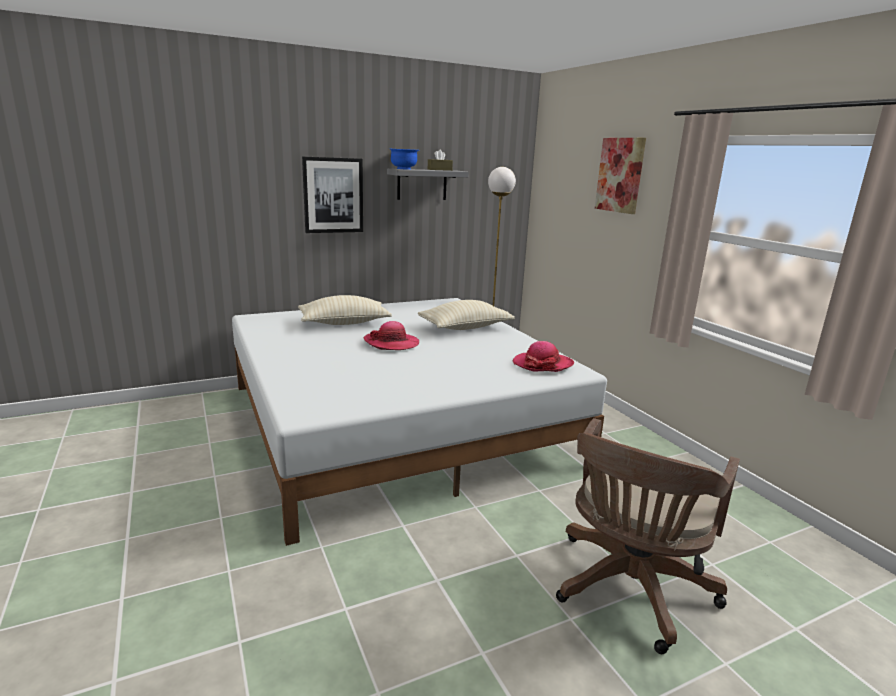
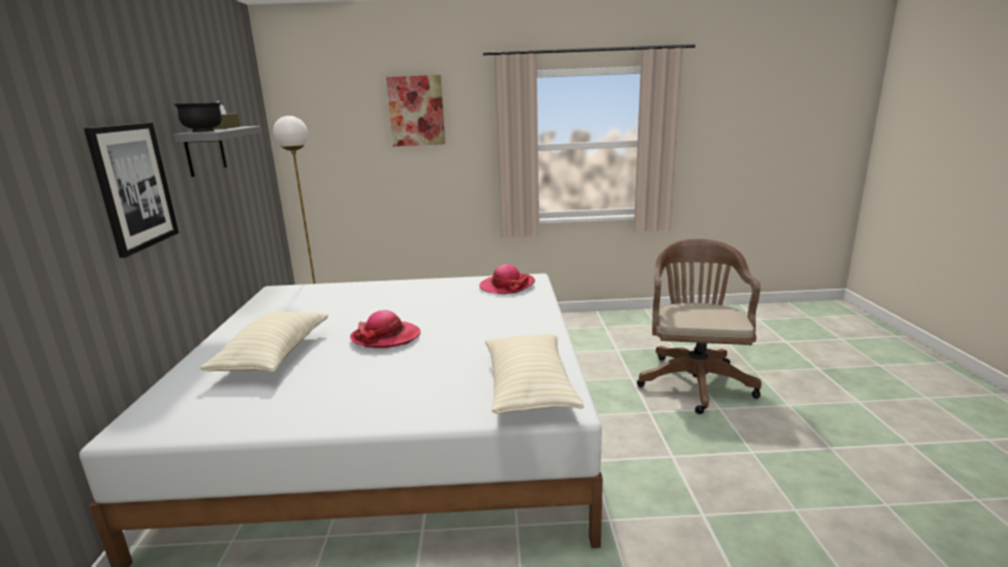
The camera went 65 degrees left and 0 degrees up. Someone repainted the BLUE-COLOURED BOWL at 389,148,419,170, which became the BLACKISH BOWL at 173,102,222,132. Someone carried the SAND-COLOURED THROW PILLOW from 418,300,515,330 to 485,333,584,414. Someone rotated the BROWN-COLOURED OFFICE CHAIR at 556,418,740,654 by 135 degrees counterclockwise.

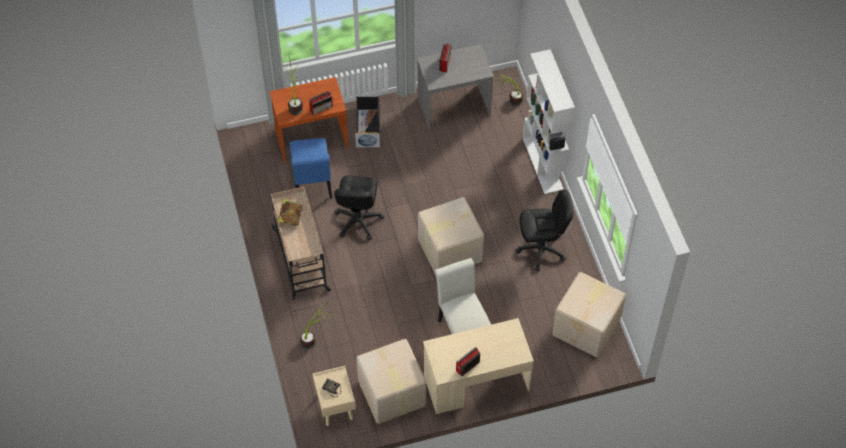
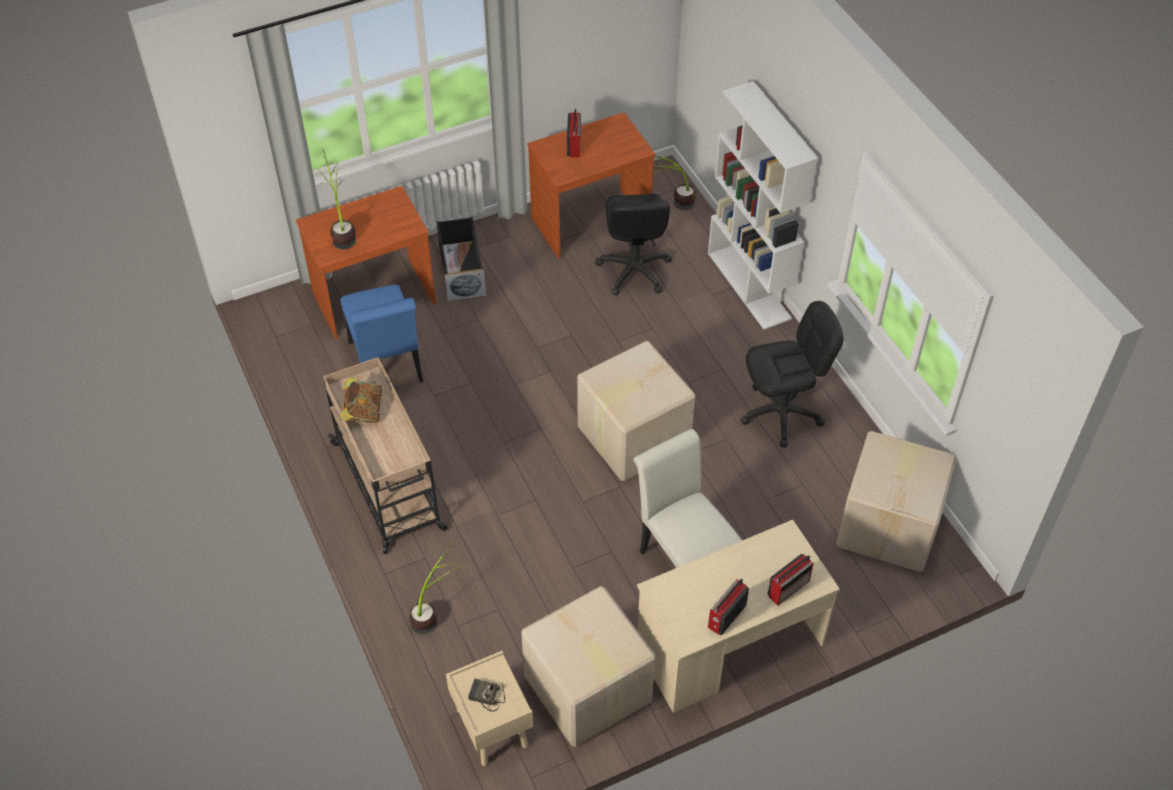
The camera went 10 degrees left and 5 degrees down. Someone repainted the GREYISH DESK at 417,44,494,129, which became the BROWN-COLOURED DESK at 527,112,656,260. Someone carried the RADIO RECEIVER from 309,91,333,115 to 768,554,814,606. Someone carried the BLACKISH OFFICE CHAIR from 334,176,384,240 to 595,193,672,295.

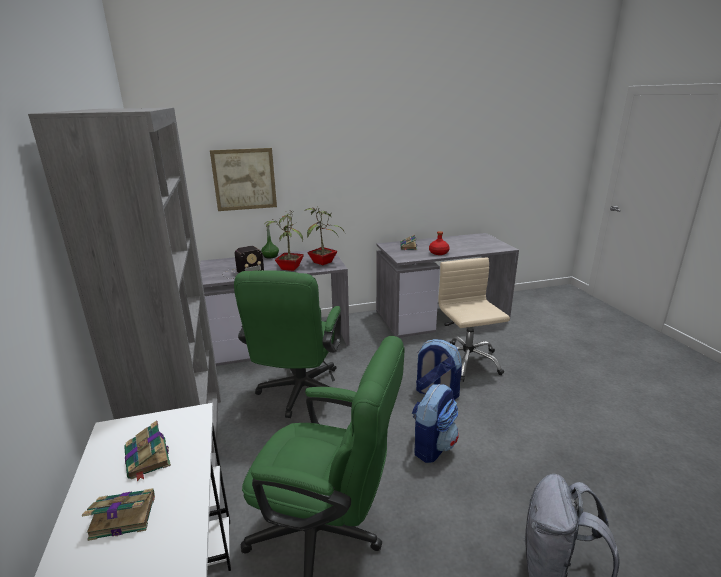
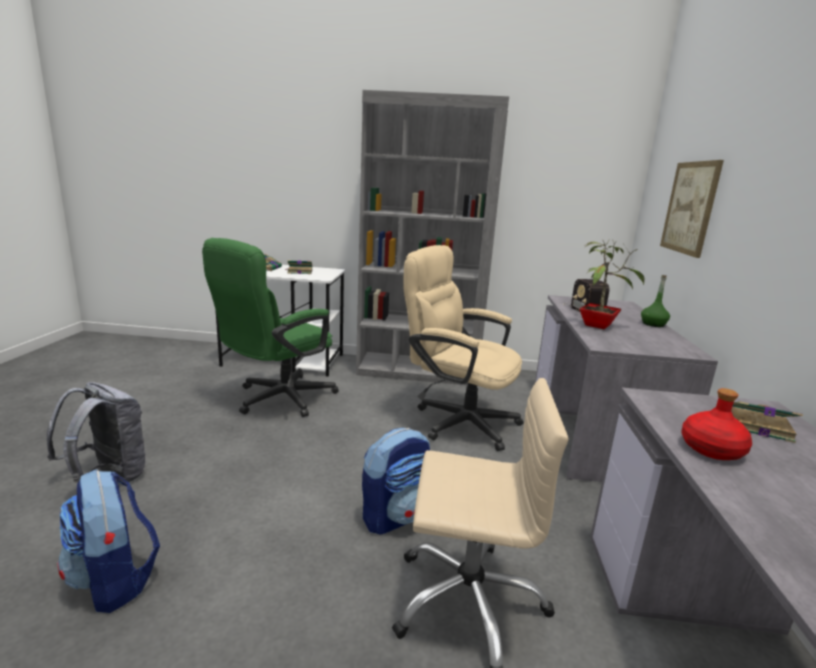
The camera went 110 degrees right and 5 degrees down. Someone took away the POTTED PLANT at 303,207,344,265. Someone repainted the GREENISH OFFICE CHAIR at 234,270,341,418, which became the SAND-COLOURED OFFICE CHAIR at 403,245,524,451. Someone carried the BACKPACK from 412,384,459,463 to 58,469,160,613.

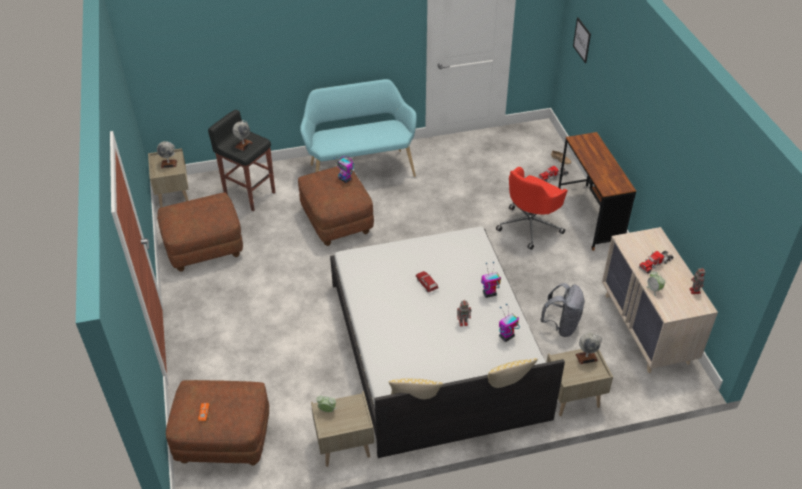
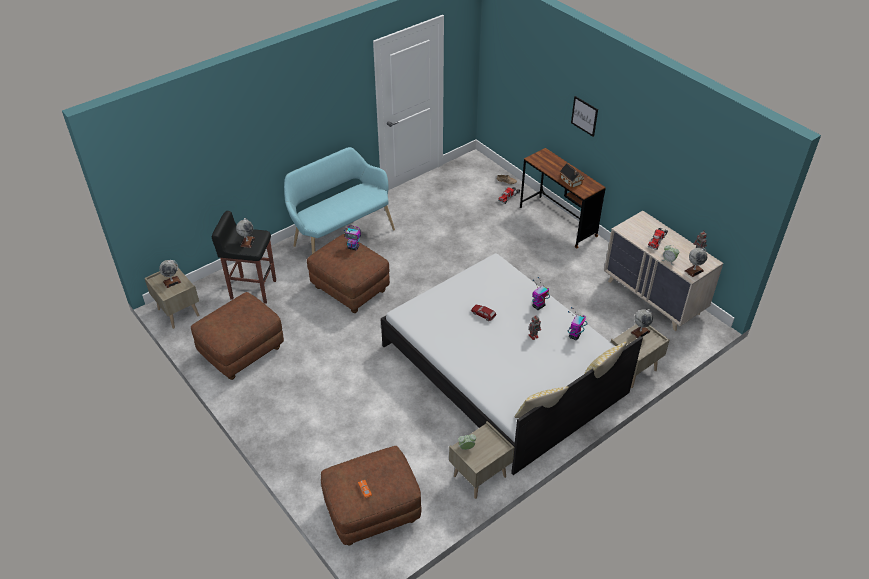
The camera went 25 degrees left and 0 degrees up. Someone carried the PICTURE from 573,17,591,63 to 571,96,598,137. Someone took away the REDDISH OFFICE CHAIR at 496,167,568,250. Someone took away the GREYISH BACKPACK at 540,283,585,337. Someone put down the MINIATURE HOUSE at 560,163,585,188. Someone put down the DESK GLOBE at 685,247,707,277.

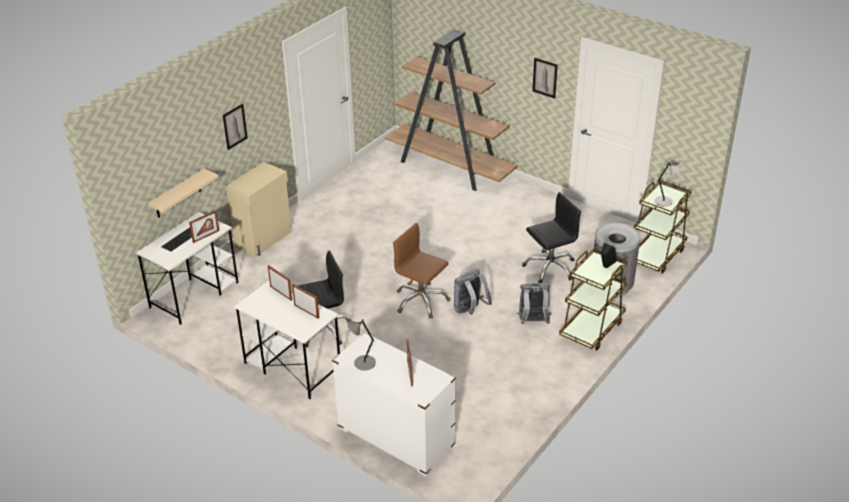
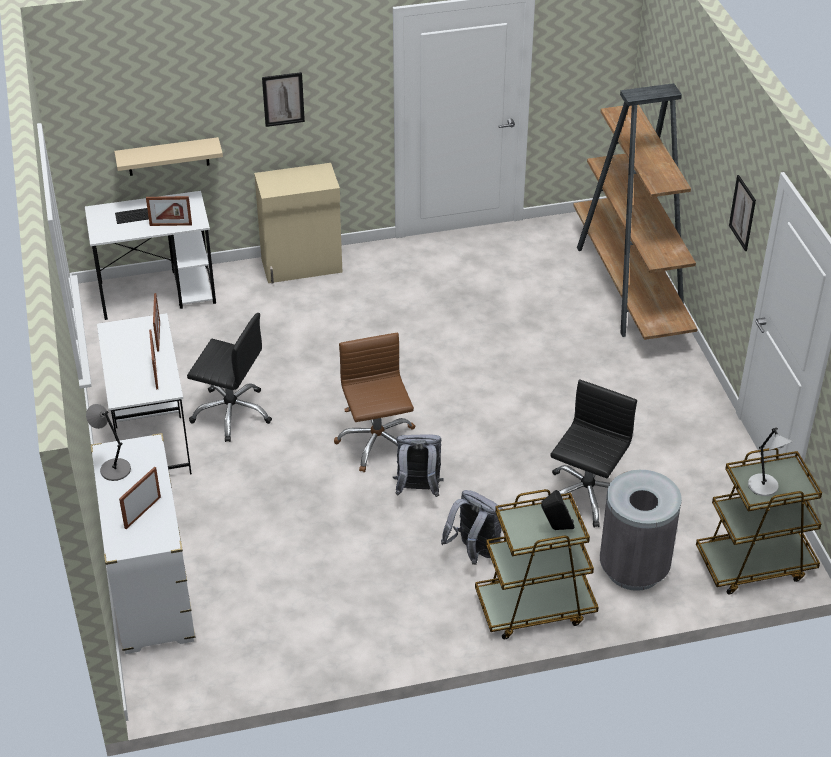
The camera went 40 degrees right and 5 degrees up. Someone rotated the BLACKISH OFFICE CHAIR at 522,192,581,283 by 75 degrees counterclockwise.

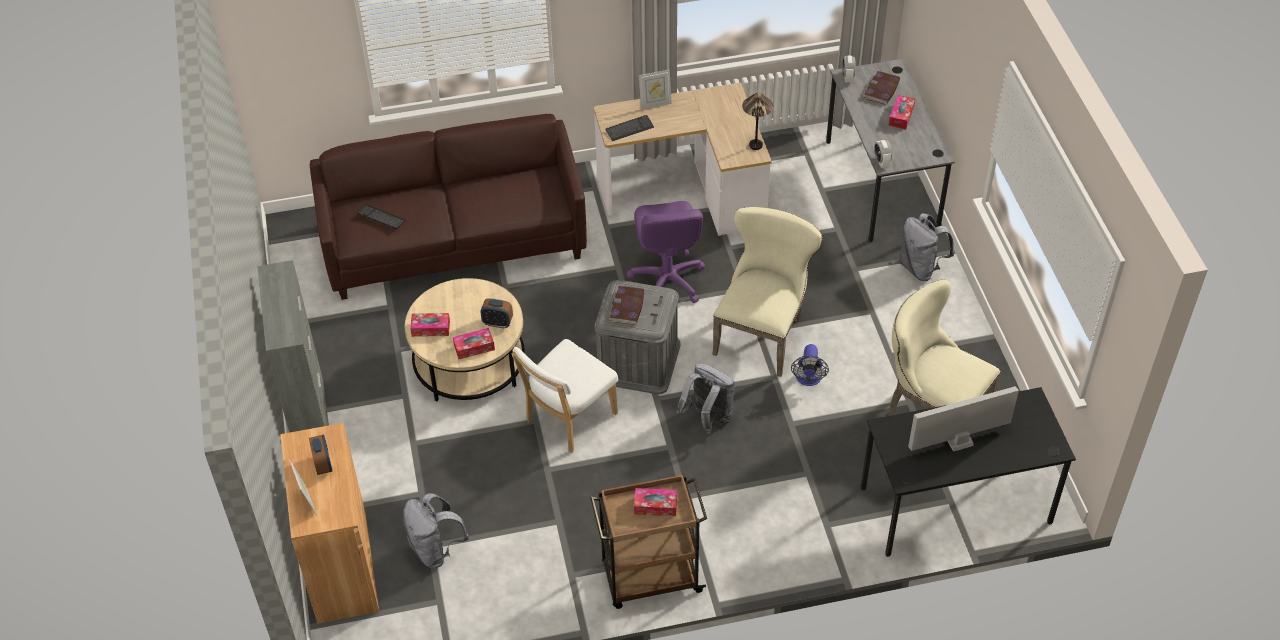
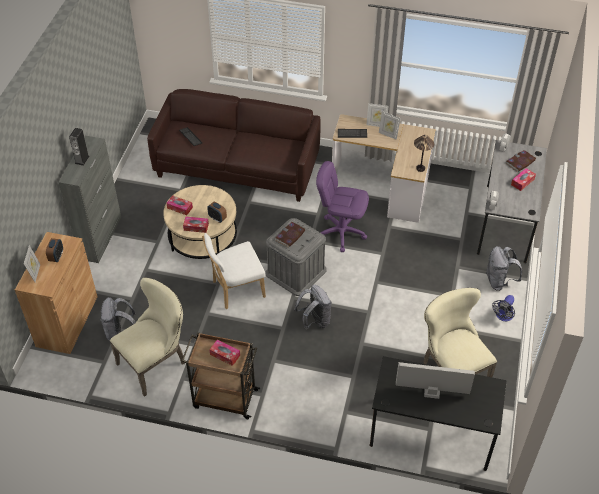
The camera went 25 degrees right and 0 degrees up. Someone rotated the PURPLE-COLOURED OFFICE CHAIR at 626,201,705,303 by 90 degrees clockwise. Someone carried the SAND-COLOURED UPRIGHT CHAIR from 712,207,822,377 to 110,277,185,397. Someone carried the FAN from 791,344,829,386 to 492,295,515,321. Someone put down the STANDING FRAME at 379,111,401,140. Someone put down the SPEAKER at 69,128,90,166.

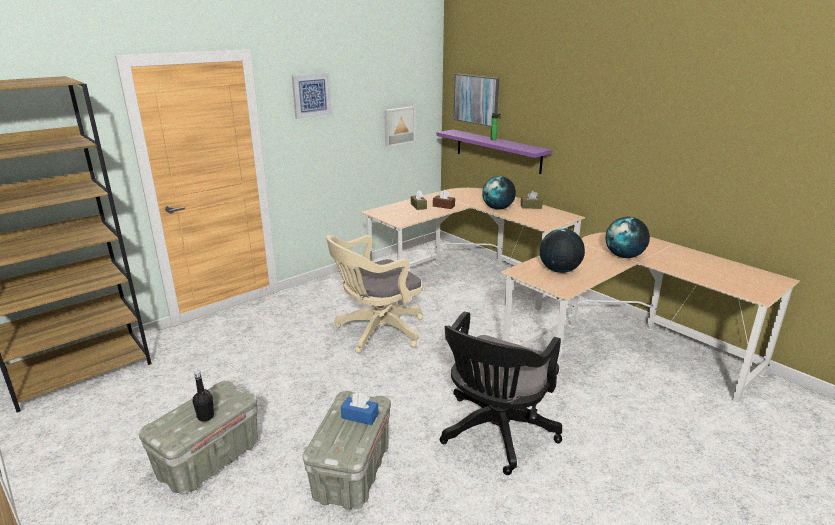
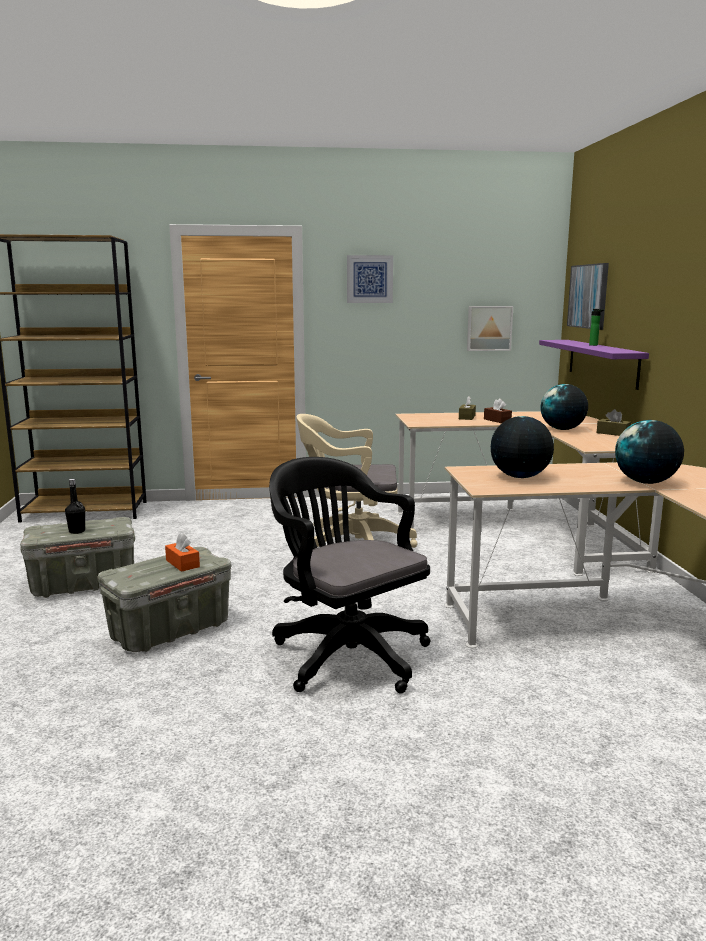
The camera went 35 degrees right and 10 degrees down. Someone rotated the BLACKISH OFFICE CHAIR at 440,311,562,475 by 75 degrees clockwise. Someone repainted the BLUE-COLOURED TISSUE HOLDER at 341,392,379,425, which became the ORANGE TISSUE HOLDER at 165,533,200,572.

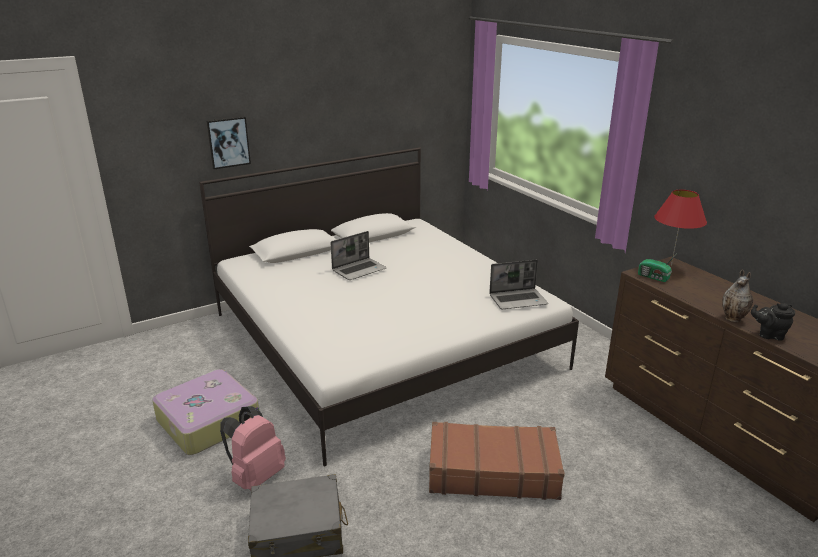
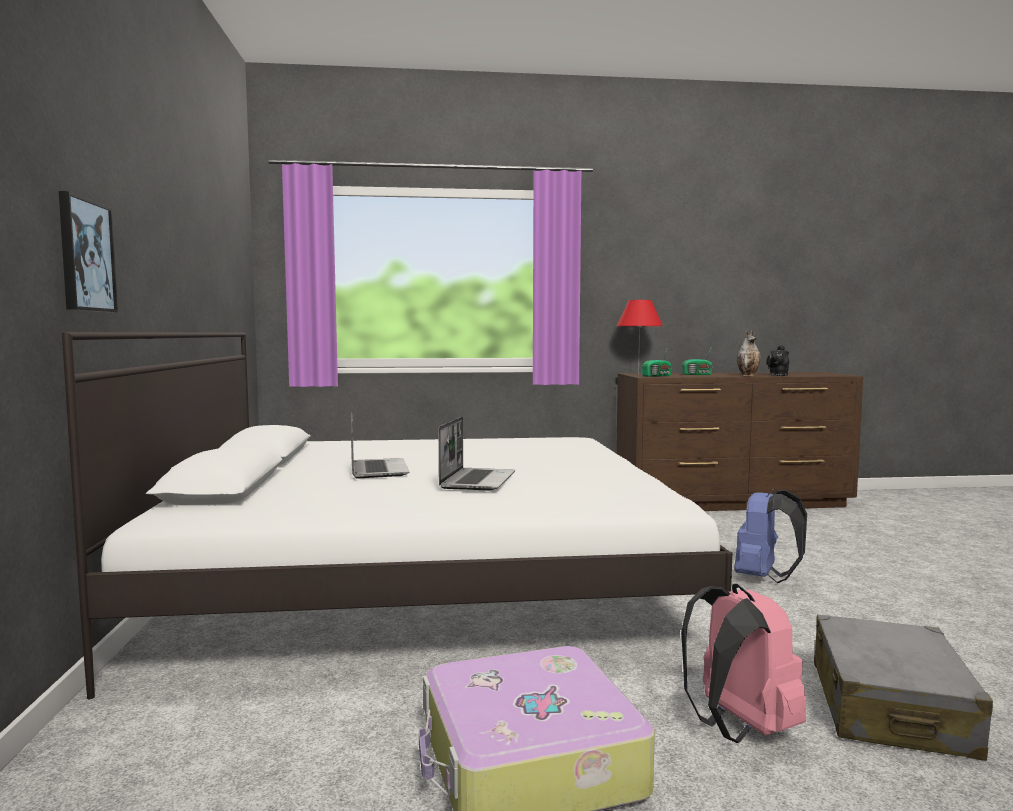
The camera went 65 degrees left and 20 degrees down. Someone carried the NOTEBOOK COMPUTER from 489,259,548,309 to 438,417,515,491. Someone swapped the BROWN-COLOURED PIECE OF LUGGAGE at 429,422,565,500 for the BLUE-COLOURED BACKPACK at 734,487,807,583. Someone put down the RADIO RECEIVER at 682,349,712,375.

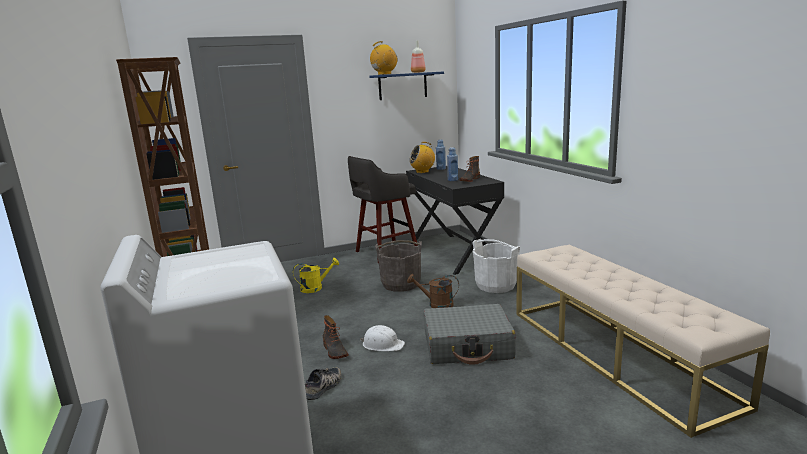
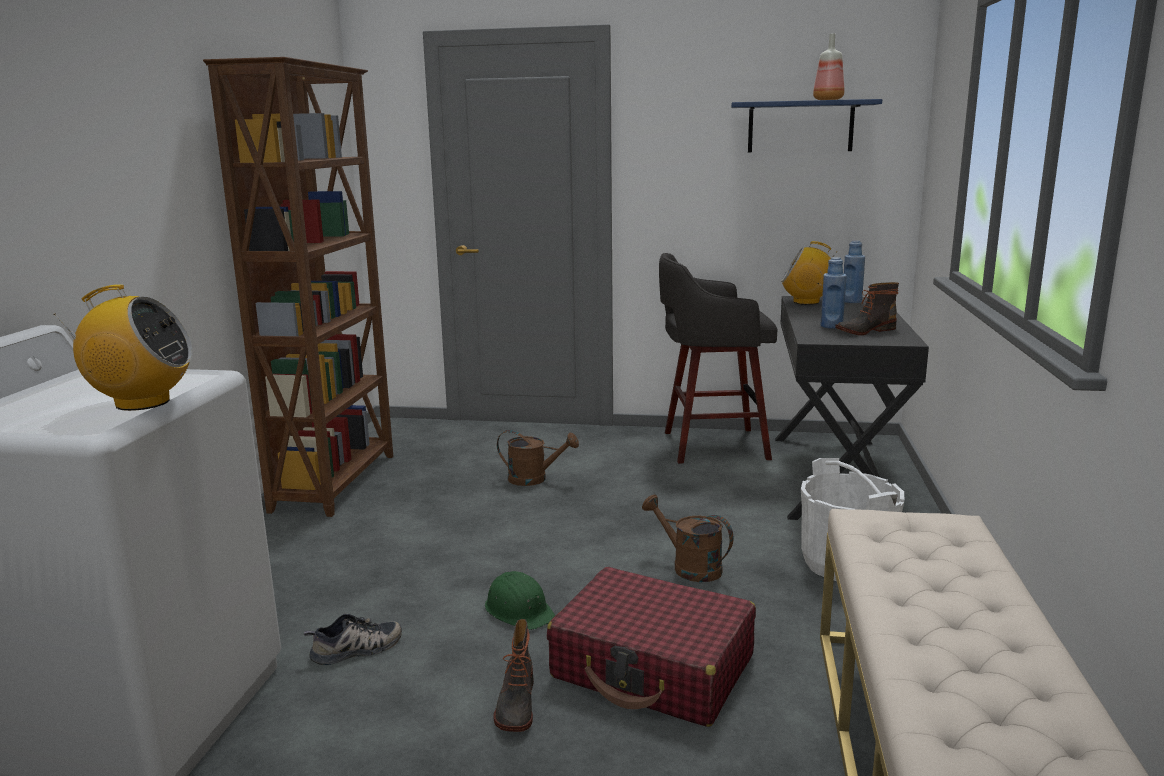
The camera went 30 degrees right and 0 degrees up. Someone carried the RADIO RECEIVER from 370,41,398,75 to 54,285,192,411. Someone took away the GREYISH BUCKET at 375,240,422,292. Someone repainted the YELLOWISH SPRINKLING CAN at 293,258,339,293, which became the BROWN-COLOURED SPRINKLING CAN at 497,430,579,486. Someone repainted the GREYISH PIECE OF LUGGAGE at 423,304,516,365, which became the REDDISH PIECE OF LUGGAGE at 546,567,756,727. Someone carried the TALL BOOT from 323,315,349,359 to 493,619,534,732. Someone repainted the WHITISH WORK HELMET at 360,325,405,351, which became the GREENISH WORK HELMET at 485,571,555,630.

